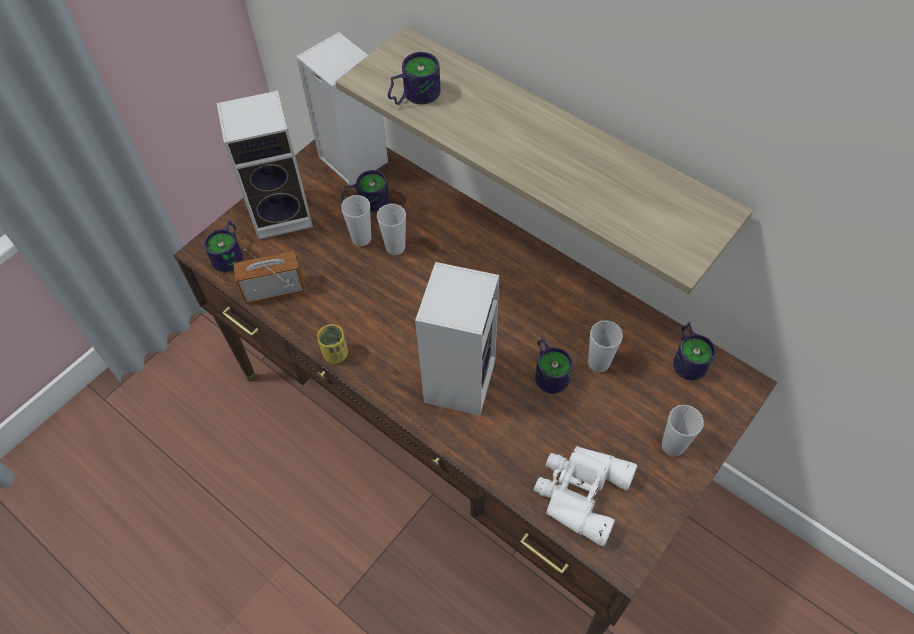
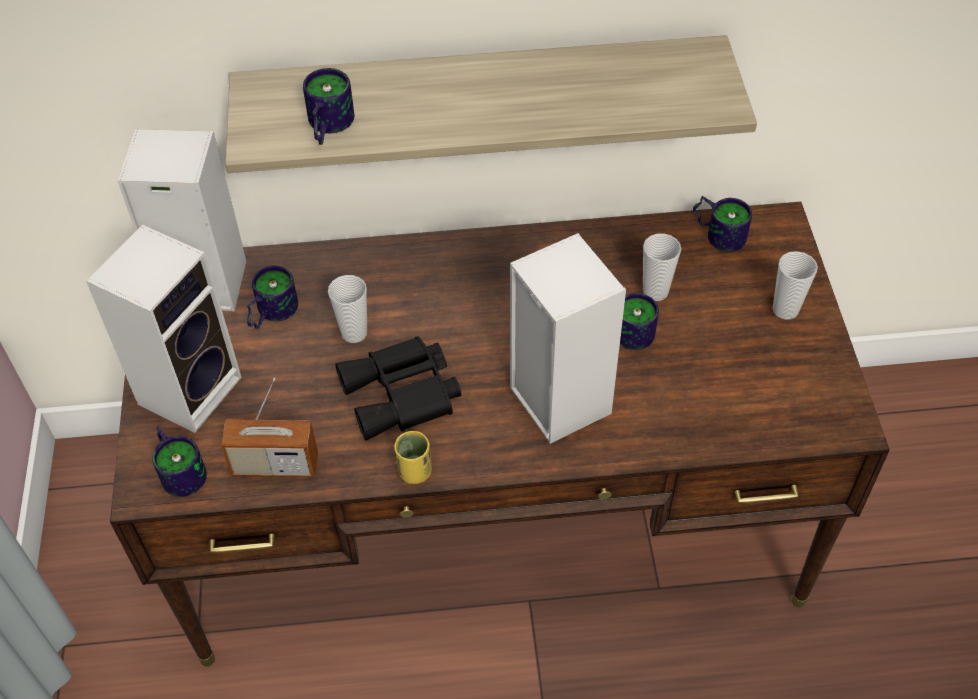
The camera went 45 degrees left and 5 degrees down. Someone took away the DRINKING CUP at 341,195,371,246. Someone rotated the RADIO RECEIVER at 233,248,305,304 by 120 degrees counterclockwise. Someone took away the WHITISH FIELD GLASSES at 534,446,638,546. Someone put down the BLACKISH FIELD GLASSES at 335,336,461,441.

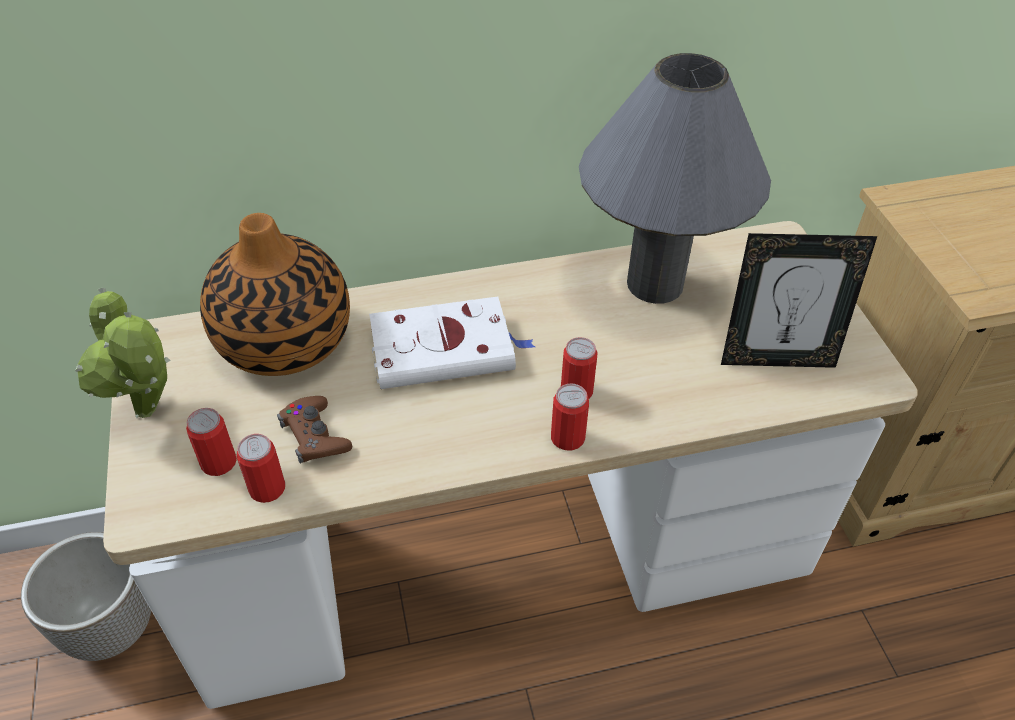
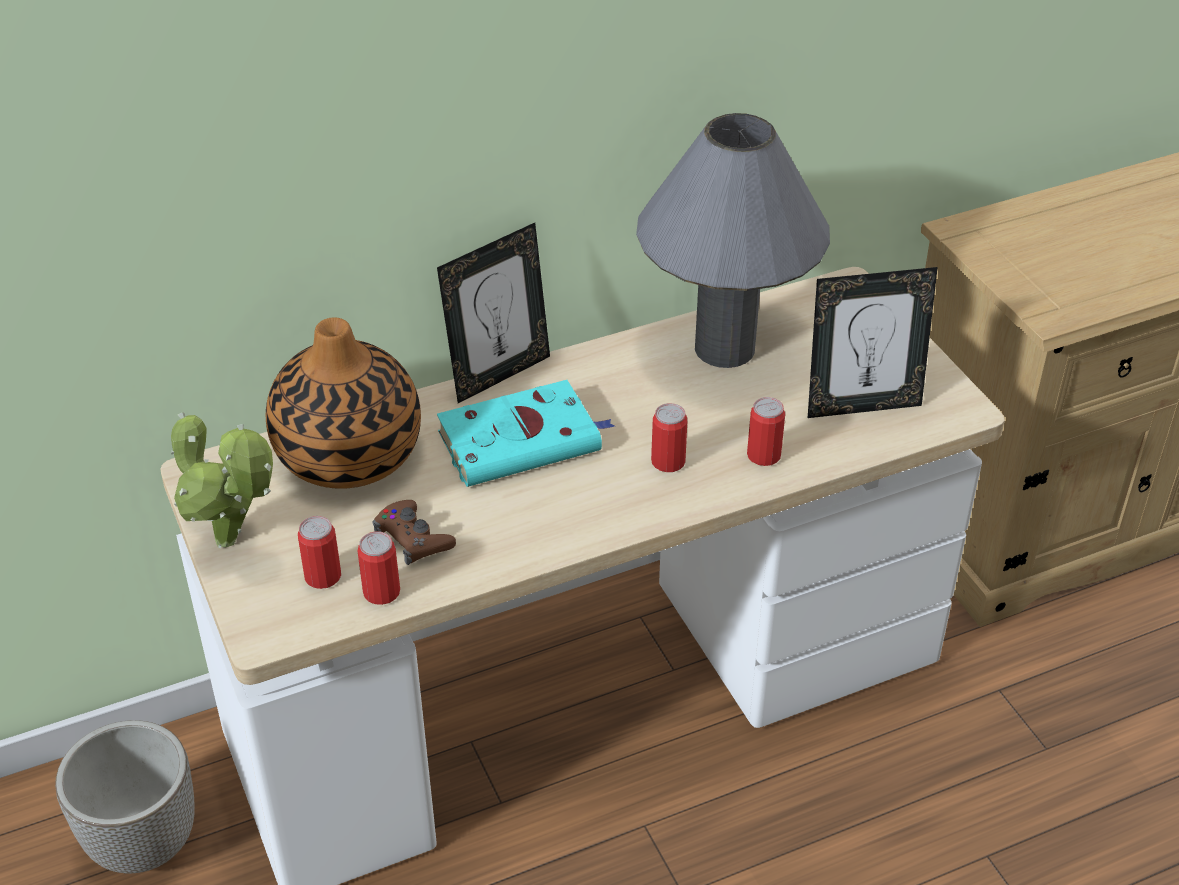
The camera went 10 degrees left and 5 degrees down. Someone repainted the WHITISH BOUND BOOK at 369,296,535,389, which became the BLUE-GREEN BOUND BOOK at 437,380,615,487. Someone carried the METAL CAN from 551,384,589,450 to 747,397,785,466. Someone put down the STANDING FRAME at 437,223,550,403.

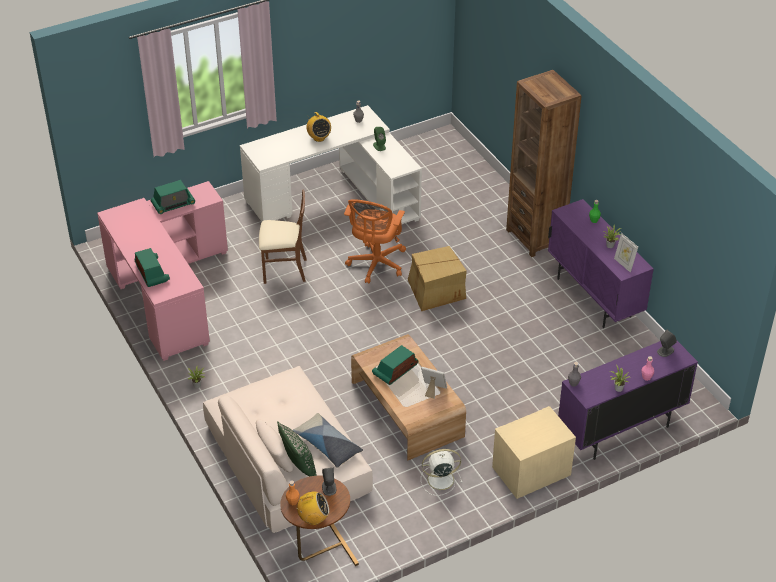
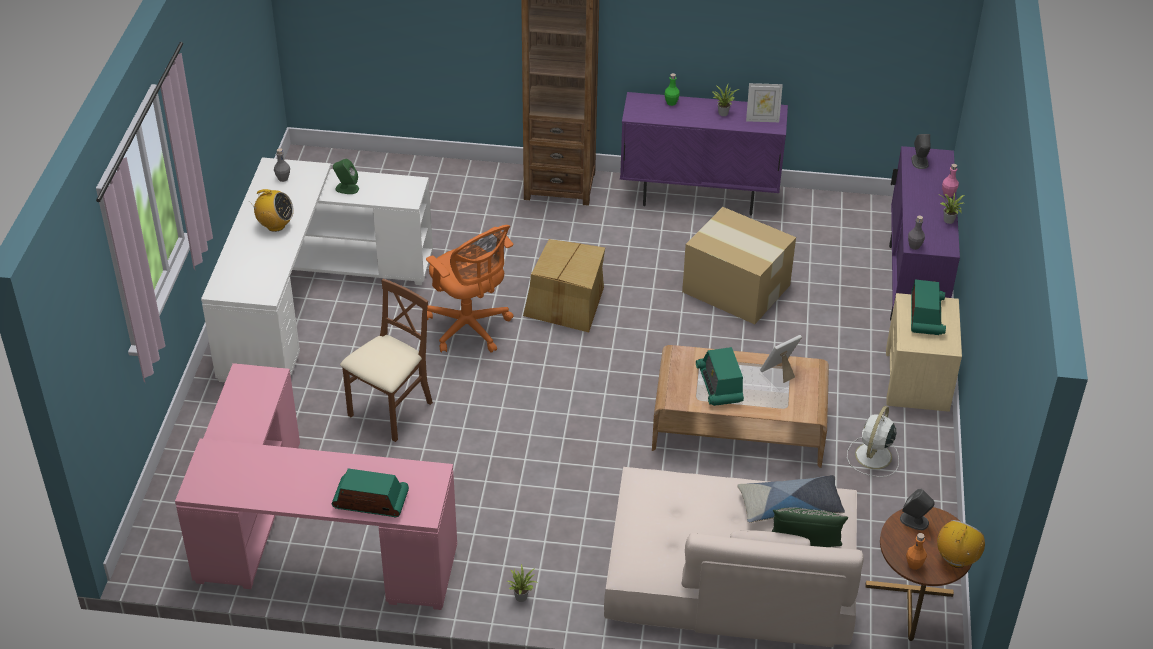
The camera went 55 degrees left and 0 degrees up. Someone carried the RADIO RECEIVER from 151,180,195,214 to 911,279,946,335. Someone put down the CARTON at 682,207,796,324.

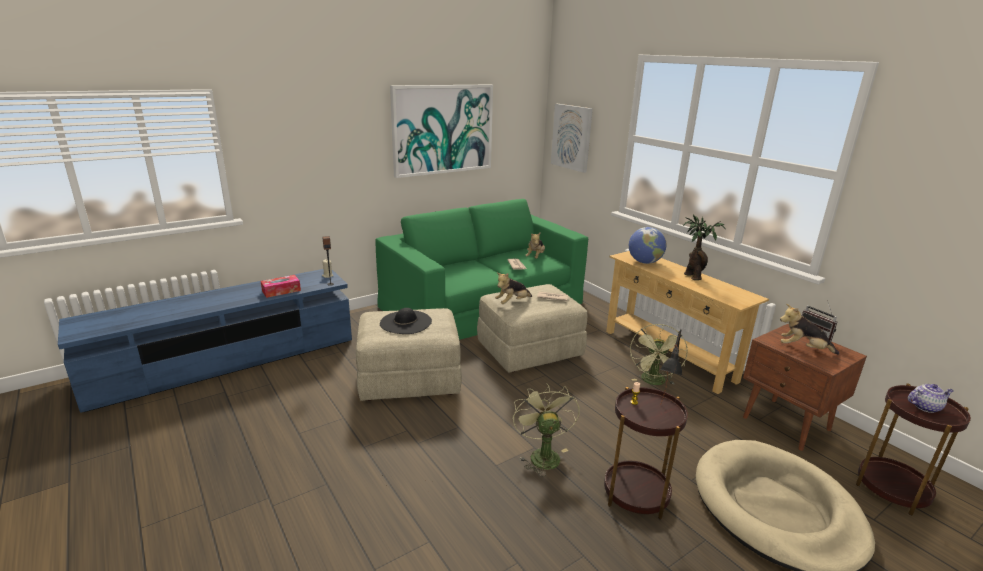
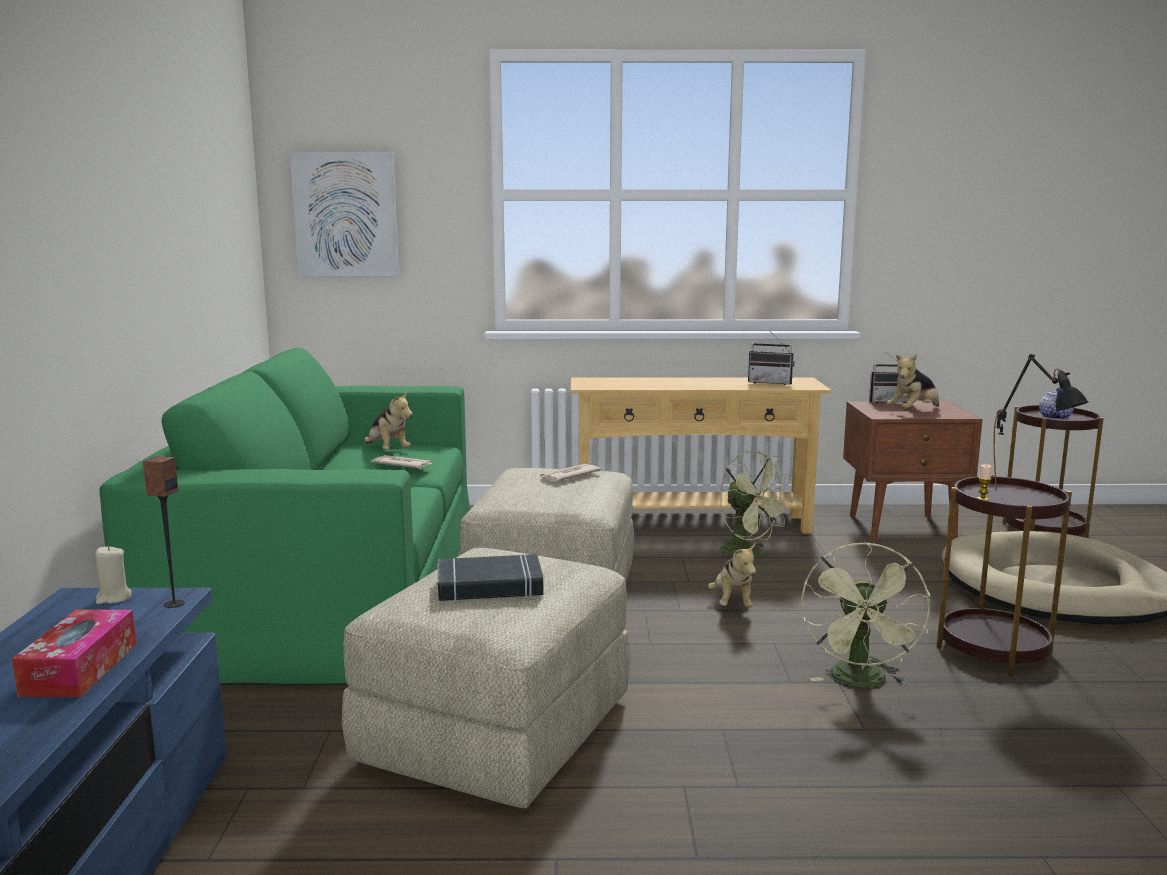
The camera went 55 degrees left and 10 degrees down. Someone took away the PICTURE at 390,84,493,178. Someone took away the POTTED PLANT at 683,214,726,280. Someone took away the DESK GLOBE at 629,227,667,264. Someone carried the CUDDLY TOY from 495,273,532,304 to 708,543,756,608. Someone swapped the BLACKISH HAT at 380,308,432,334 for the BLACKISH BOUND BOOK at 438,554,544,602. Someone rotated the GREENISH FAN at 513,383,580,477 by 105 degrees counterclockwise. Someone put down the RADIO RECEIVER at 748,333,794,385.

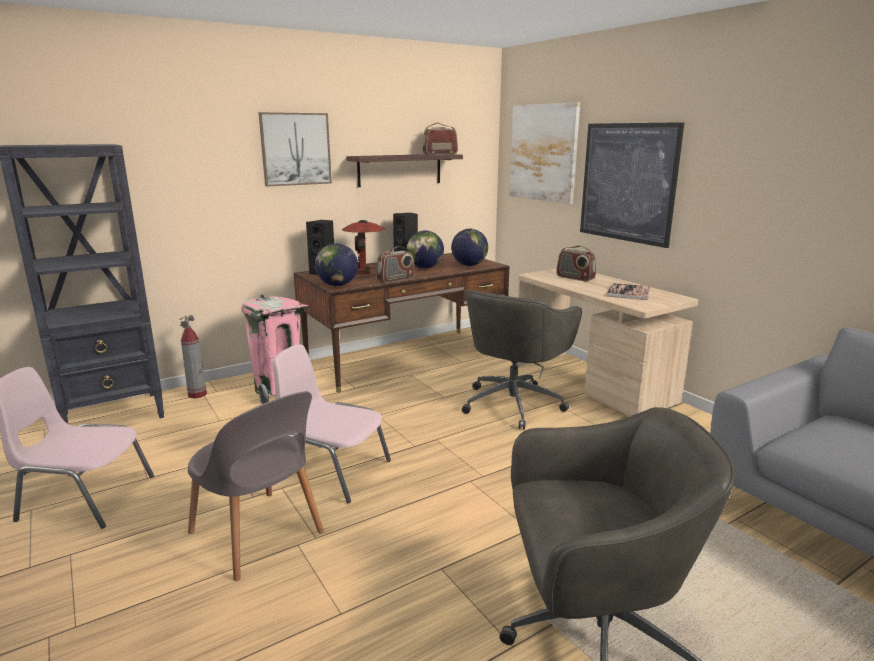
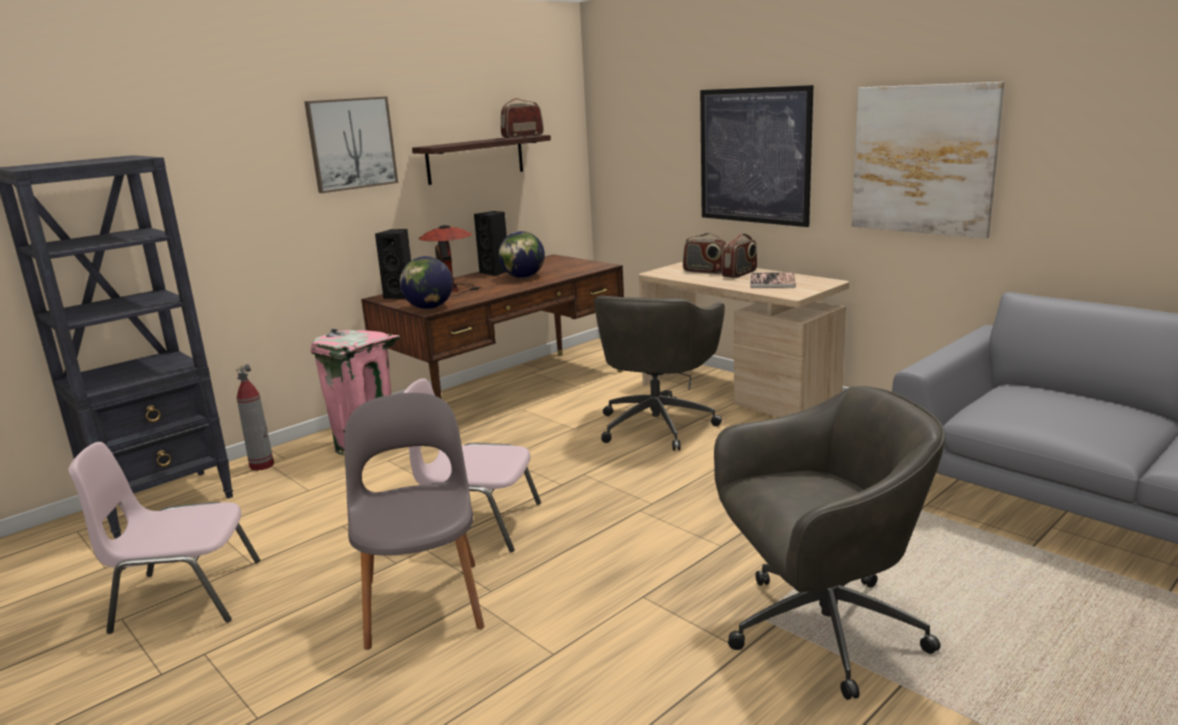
The camera went 10 degrees left and 0 degrees up. Someone carried the PICTURE from 509,102,580,204 to 852,82,1005,239. Someone took away the DESK GLOBE at 451,229,488,266. Someone carried the RADIO RECEIVER from 377,246,415,283 to 722,234,757,278. Someone rotated the GREYISH UPRIGHT CHAIR at 188,391,324,581 by 135 degrees counterclockwise.

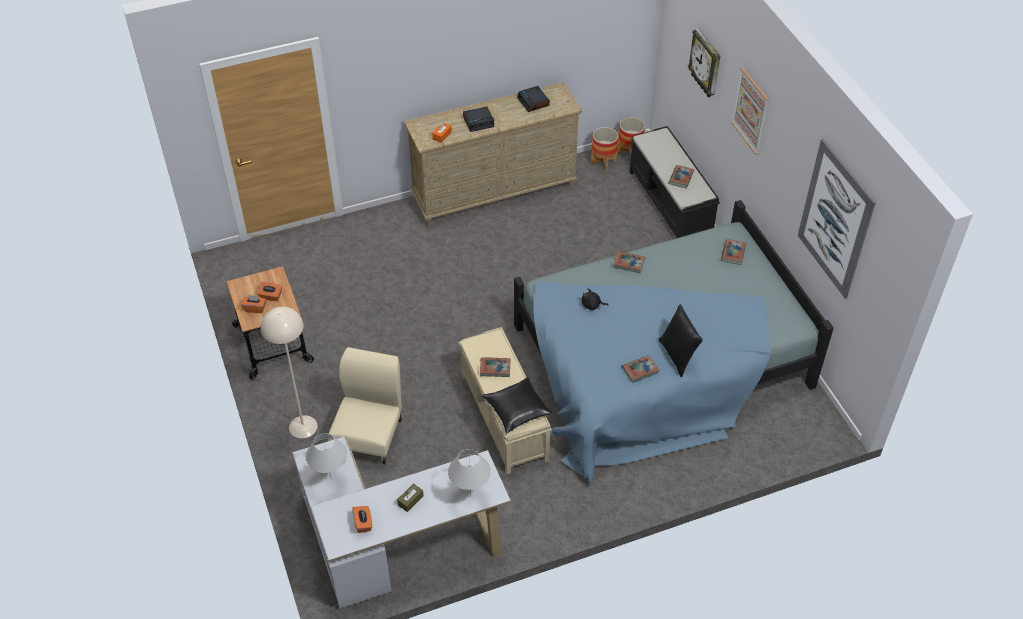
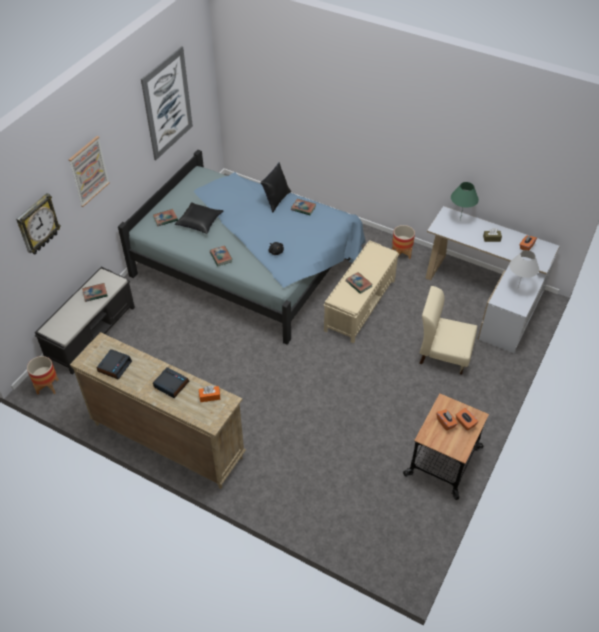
The camera went 130 degrees left and 0 degrees up. Someone carried the PLANTER from 591,127,618,172 to 392,225,415,259. Someone took away the SAND-COLOURED FLOOR LAMP at 261,307,317,438. Someone rotated the SAND-COLOURED UPRIGHT CHAIR at 328,347,402,464 by 45 degrees clockwise. Someone carried the BLACKISH THROW PILLOW from 482,377,552,434 to 175,202,224,234. Someone repainted the WHITISH LAMP FOR A TABLE at 448,449,491,497, which became the GREENISH LAMP FOR A TABLE at 451,182,479,220.

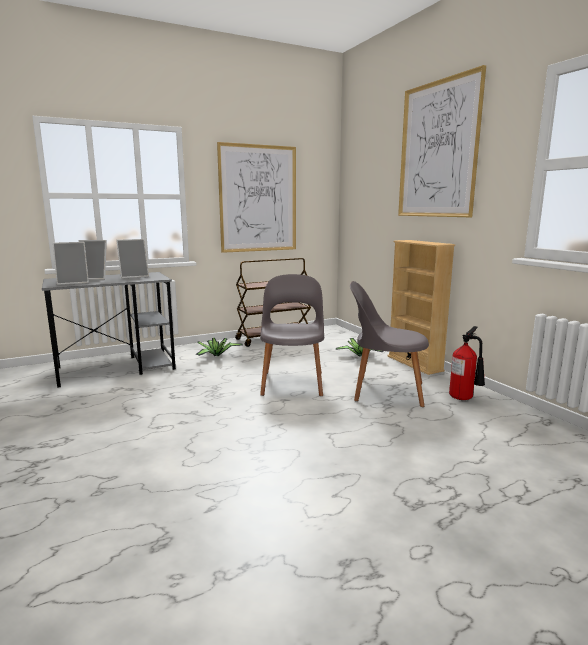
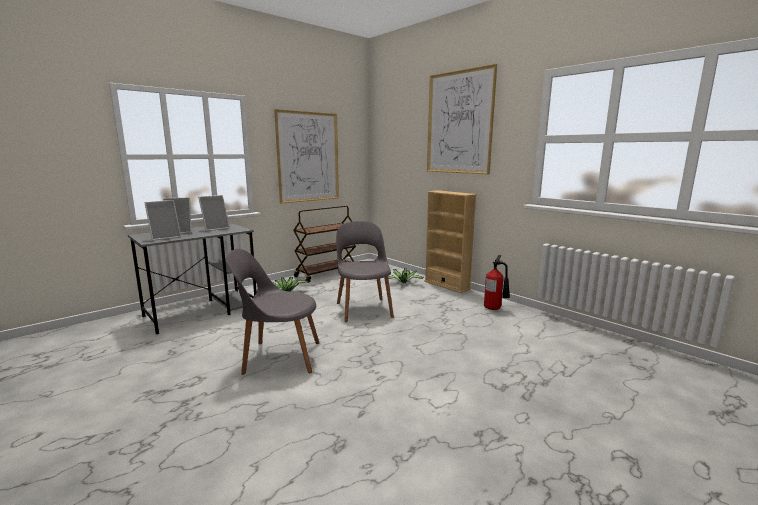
The camera went 15 degrees left and 0 degrees up. Someone carried the GREYISH UPRIGHT CHAIR from 350,281,429,407 to 226,249,319,375.

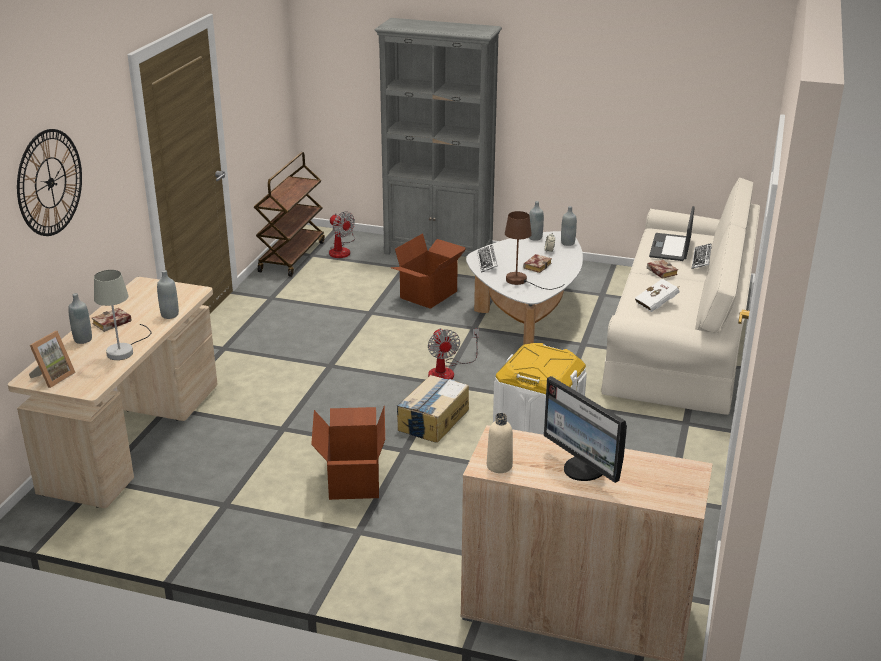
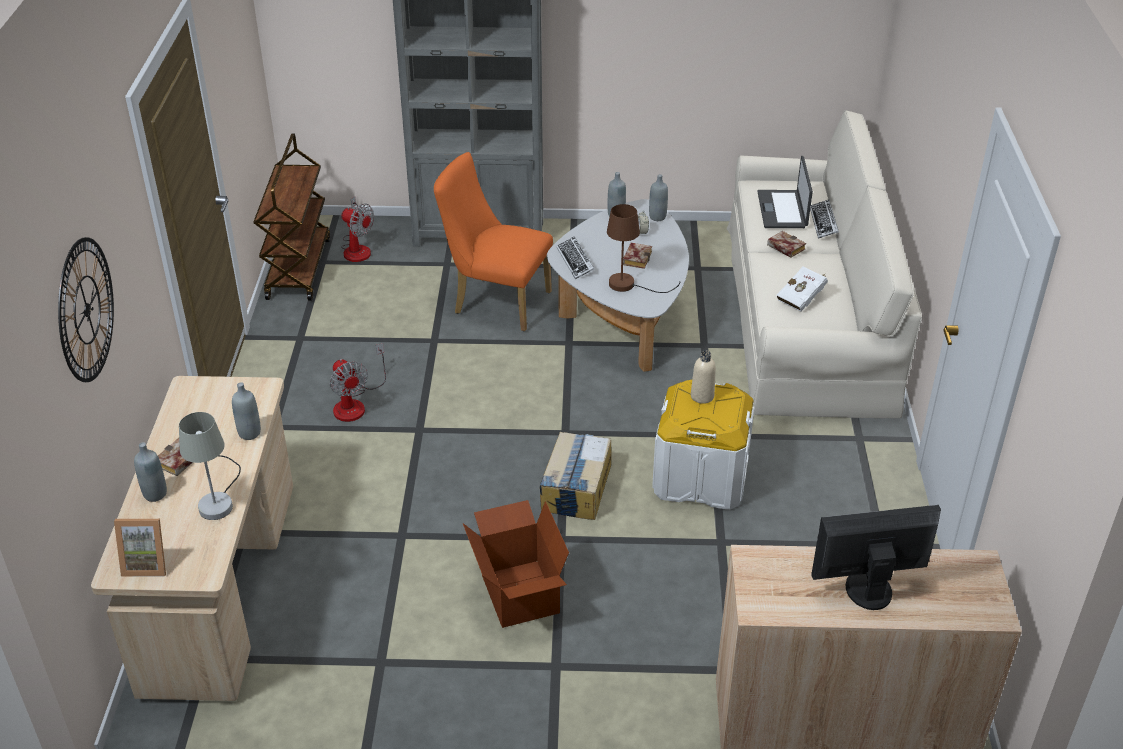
The camera went 15 degrees left and 10 degrees up. Someone swapped the CARTON at 390,233,466,309 for the ORANGE UPRIGHT CHAIR at 434,152,553,331. Someone carried the FAN from 428,328,479,379 to 330,343,386,422. Someone rotated the STANDING FRAME at 29,331,76,388 by 75 degrees clockwise. Someone rotated the MONITOR at 544,376,627,483 by 135 degrees clockwise. Someone carried the SAND-COLOURED DRINK BOTTLE from 487,413,513,473 to 691,351,716,404.

